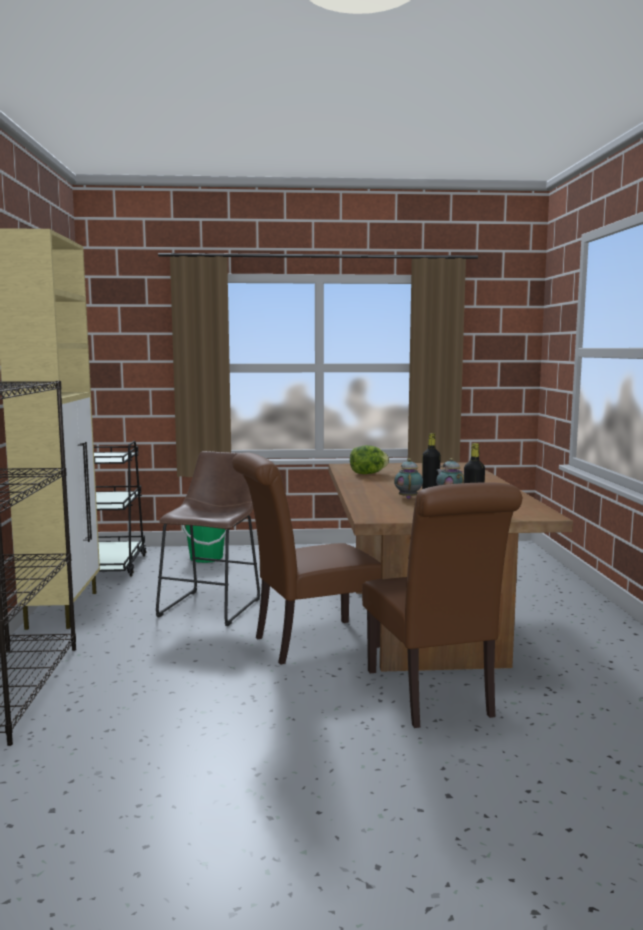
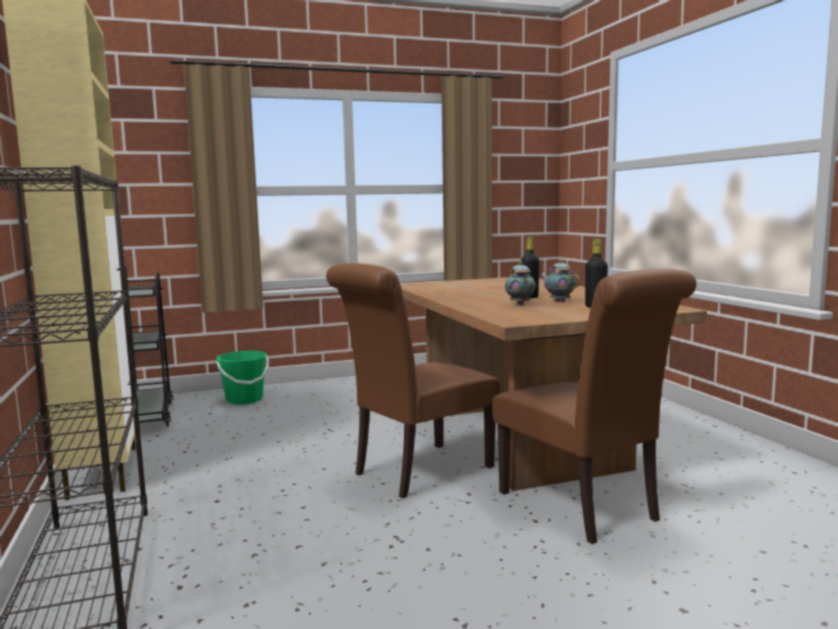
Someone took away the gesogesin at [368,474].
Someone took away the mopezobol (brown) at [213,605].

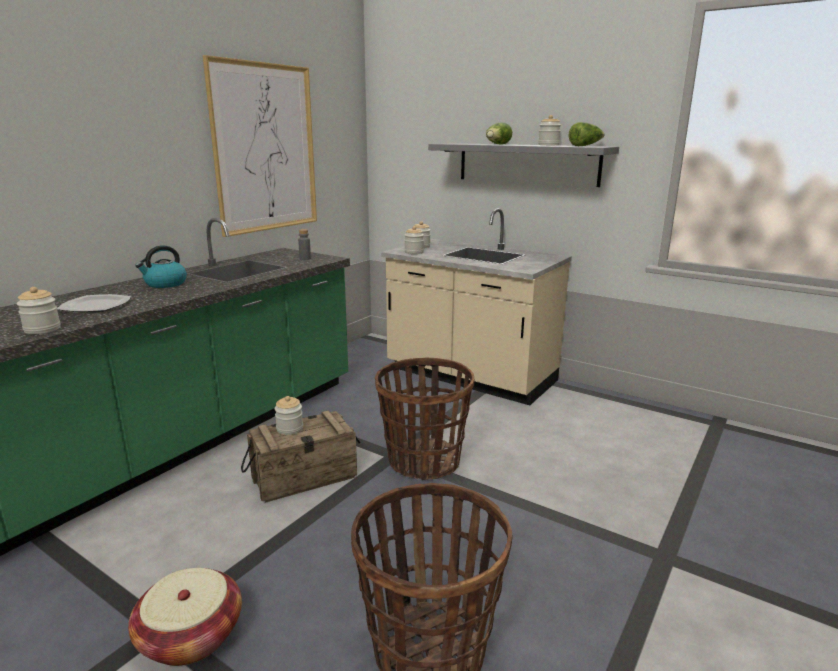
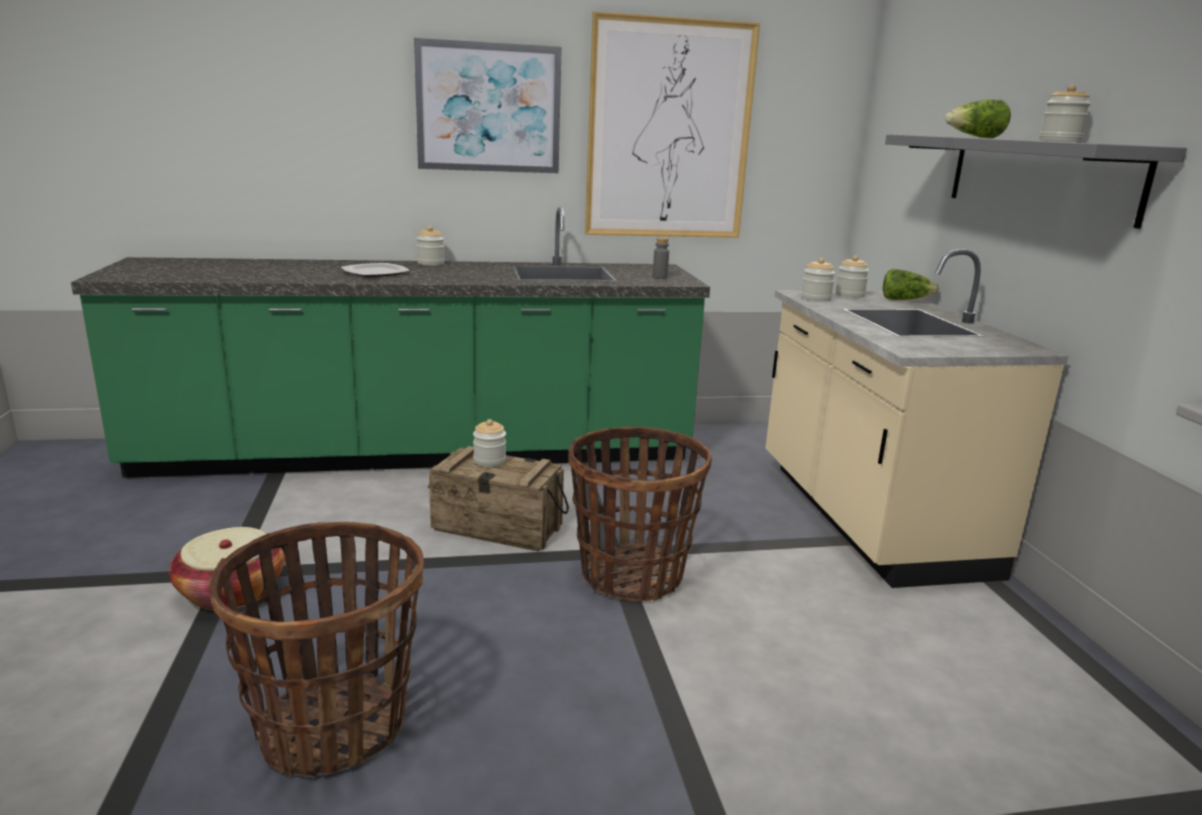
Someone carried the gesogesin from [585,146] to [905,300].
Someone took away the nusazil at [165,284].
Someone carried the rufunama from [42,329] to [430,263].
Someone put up the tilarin at [488,108].

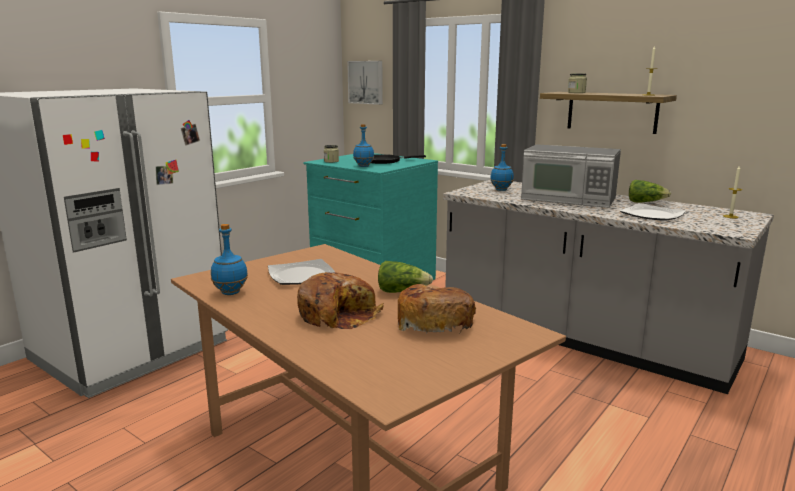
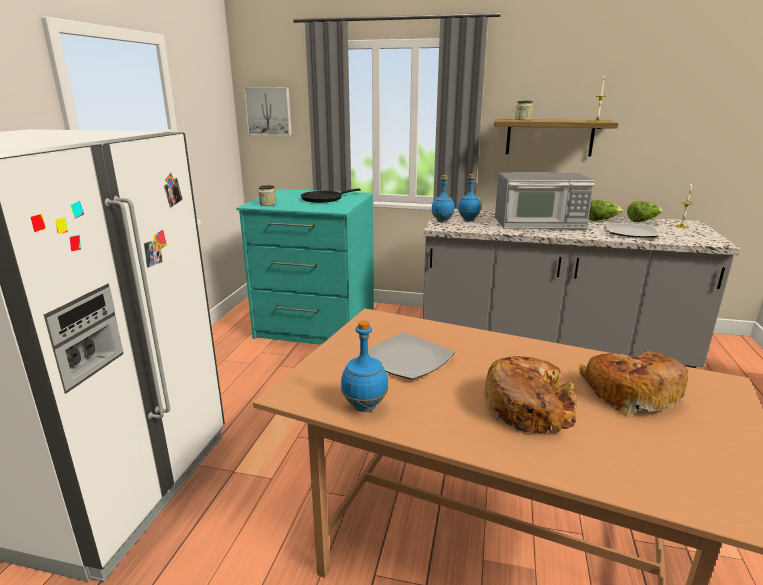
Someone carried the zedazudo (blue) from [363,166] to [442,221].
Someone carried the gesogesin from [402,291] to [642,220].

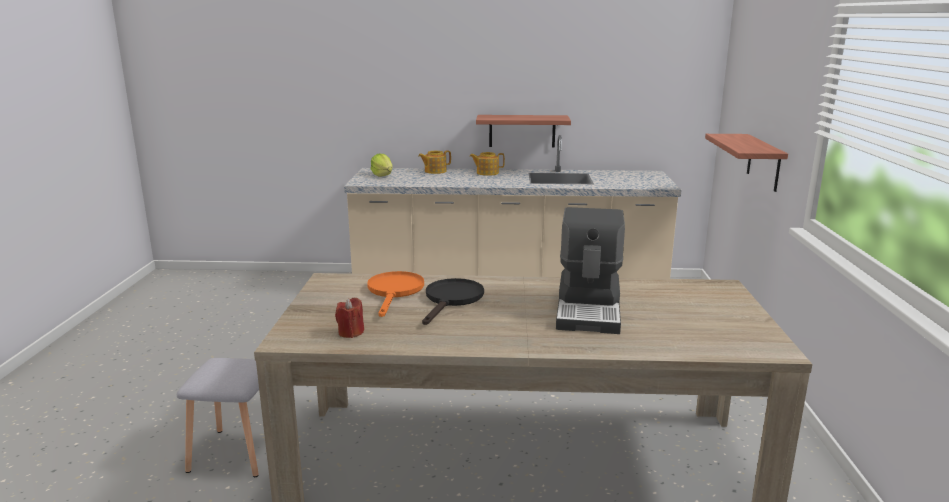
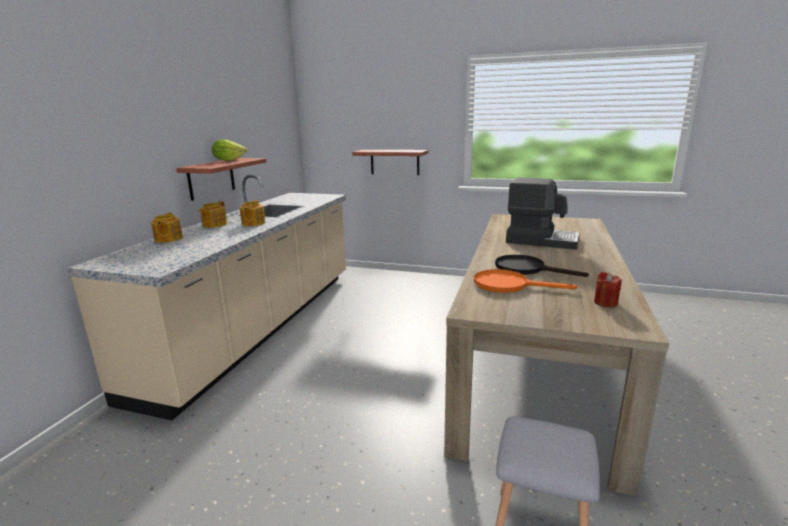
Someone carried the gesogesin from [382,175] to [228,160].
Someone put down the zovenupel at [253,223].

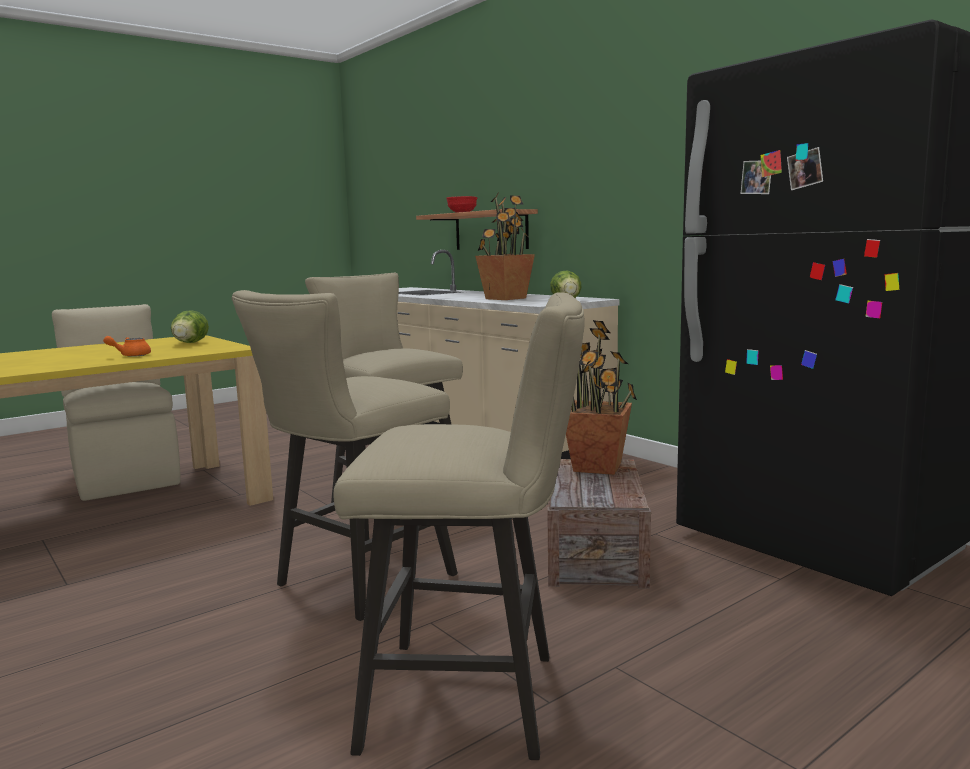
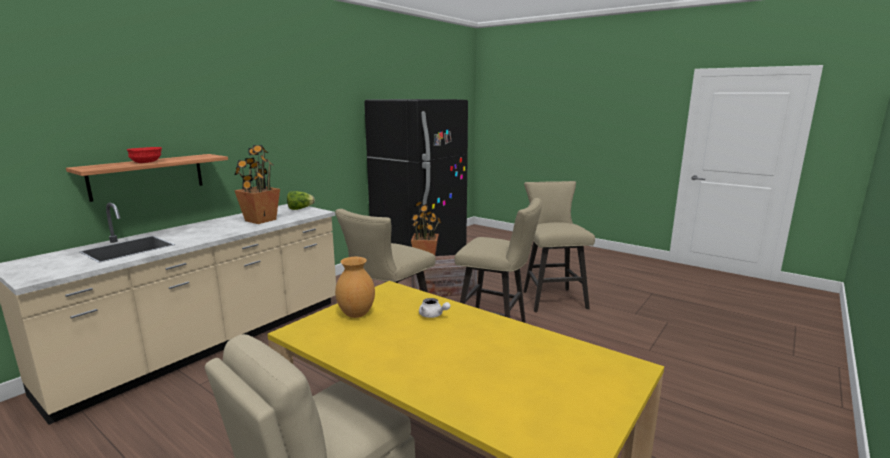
Someone swapped the gesogesin at [189,343] for the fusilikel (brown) at [356,314].
Someone repainted the zovenupel (orange) at [131,355], which became the zovenupel (white) at [433,315].

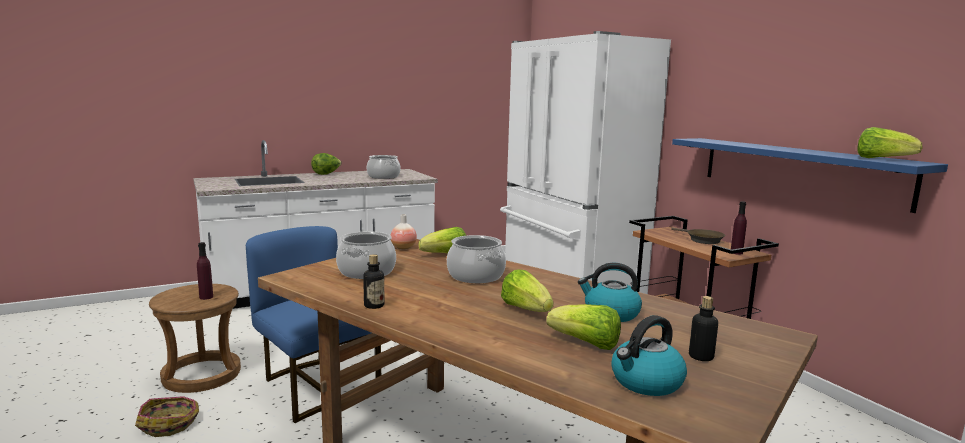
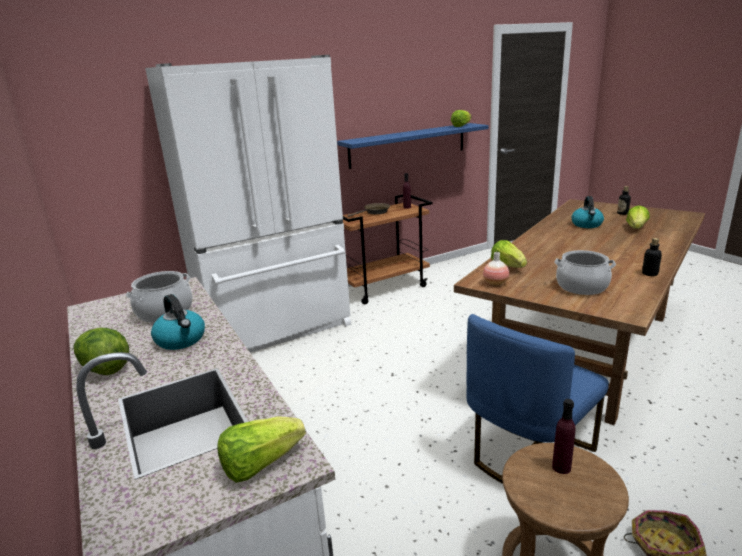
Someone took away the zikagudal at [475,276].
Someone carried the gesogesin from [526,309] to [260,464].
Someone carried the nusazil from [646,382] to [181,340].

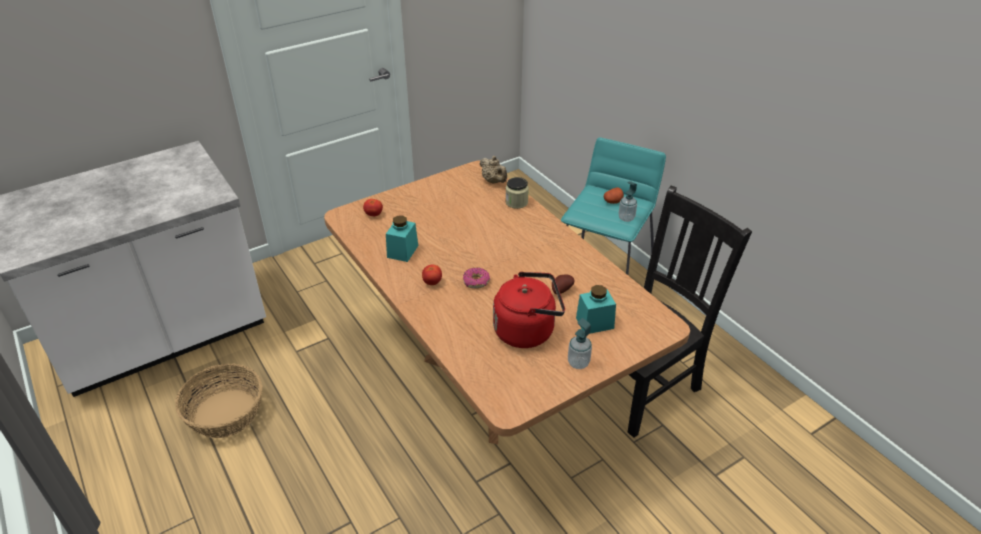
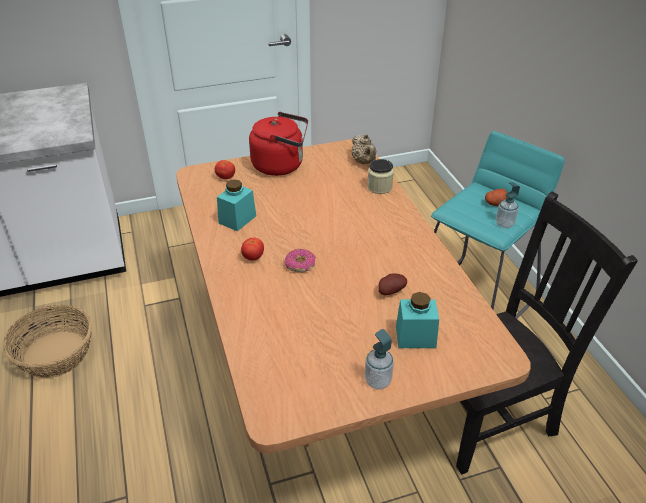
Someone carried the nusazil (red) from [527,330] to [281,165].

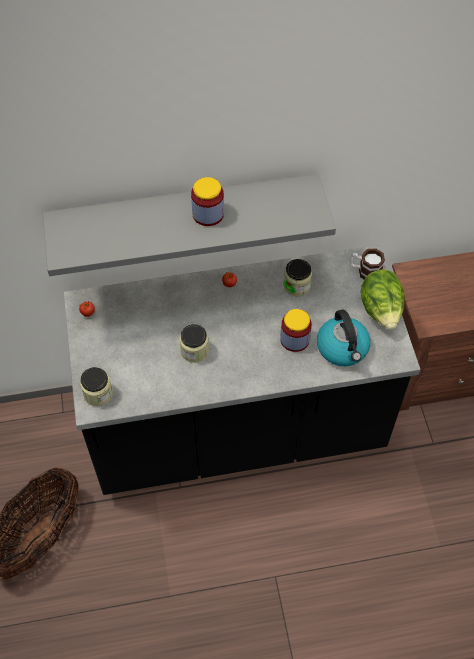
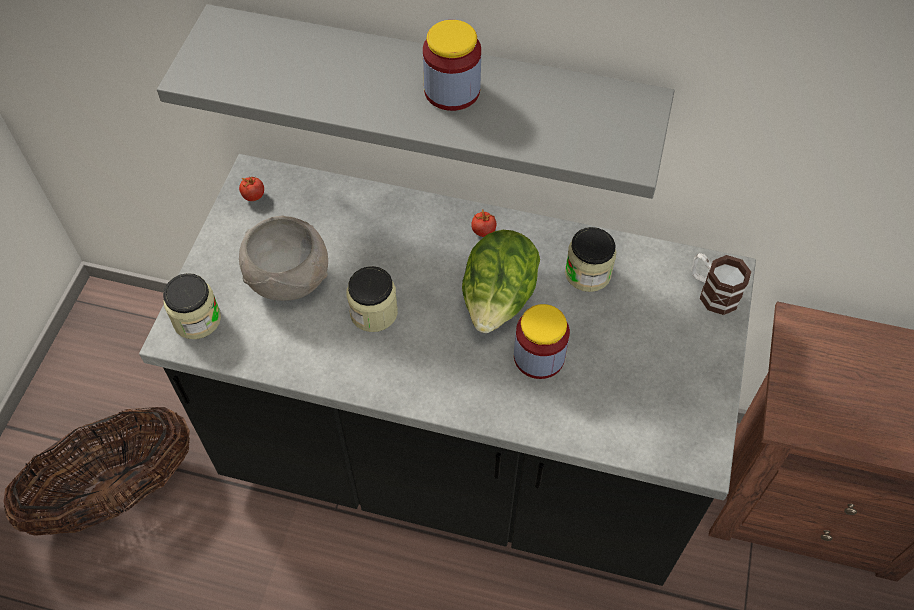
Someone carried the gesogesin from [381,311] to [498,300].
Someone took away the nusazil at [343,348].
Someone put down the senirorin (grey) at [287,278].

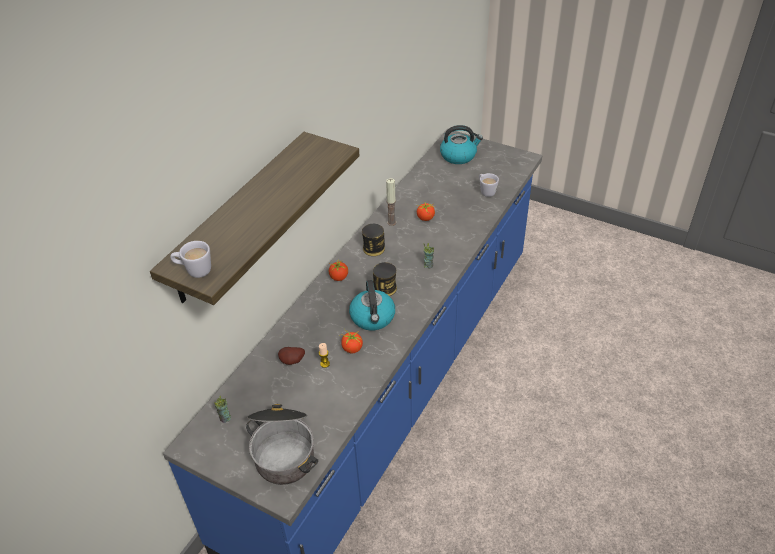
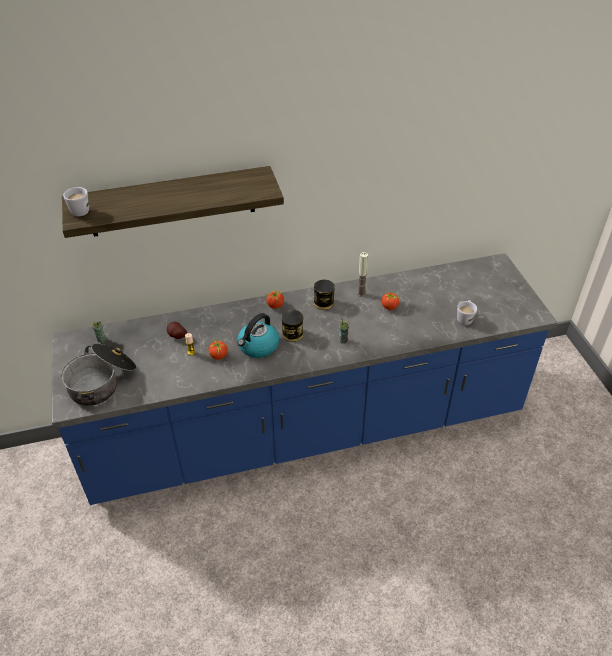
Someone took away the nusazil at [459,155].

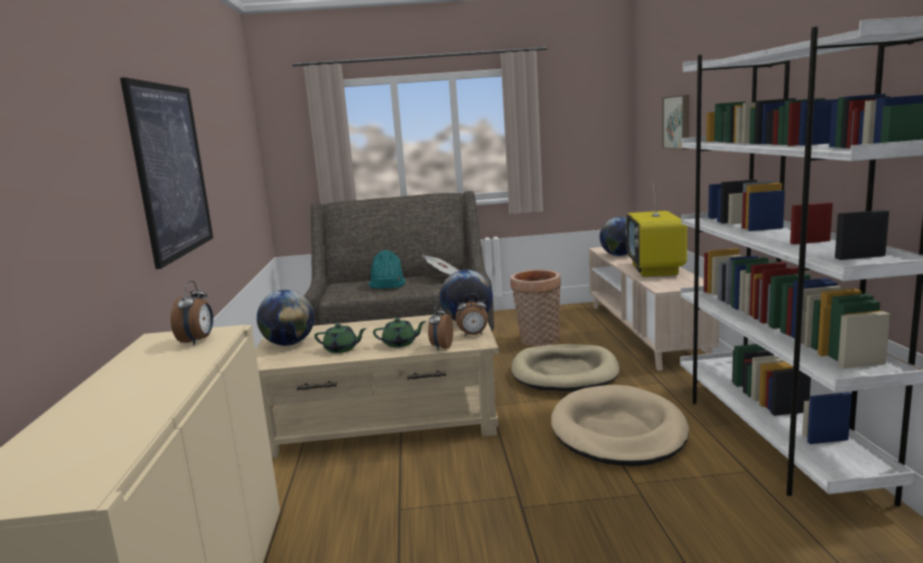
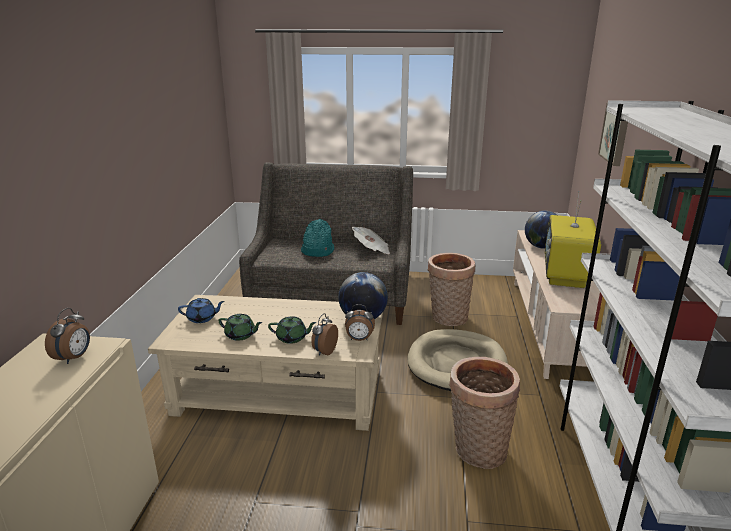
Someone took away the tilarin at [171,170].
Someone swapped the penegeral at [289,344] for the zovenupel (blue) at [202,318].
Someone swapped the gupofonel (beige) at [618,431] for the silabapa at [477,450].

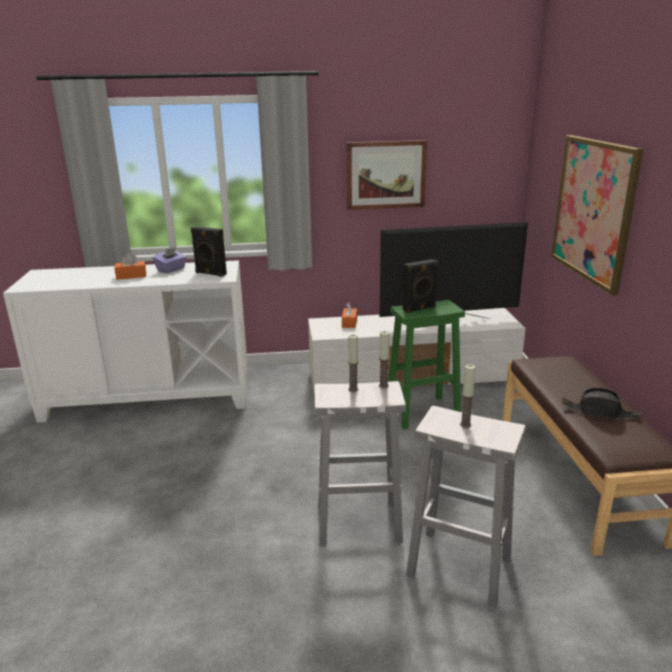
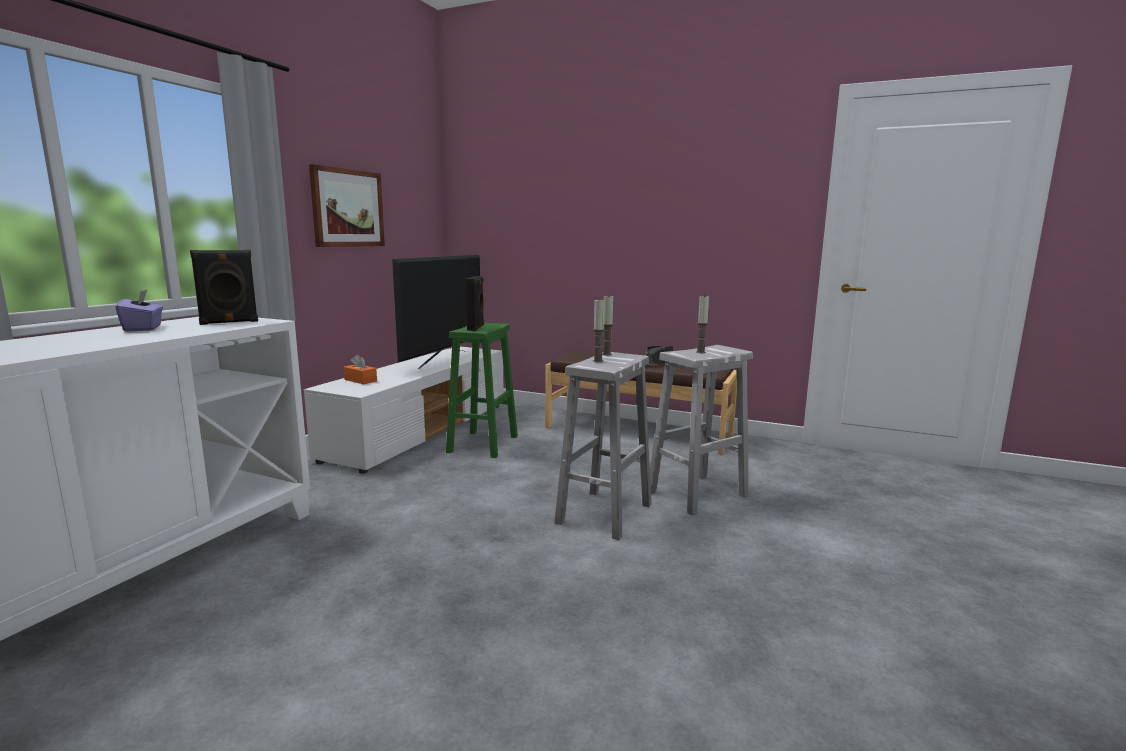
Someone took away the tilarin at [593,210].
Someone took away the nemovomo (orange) at [131,276].

